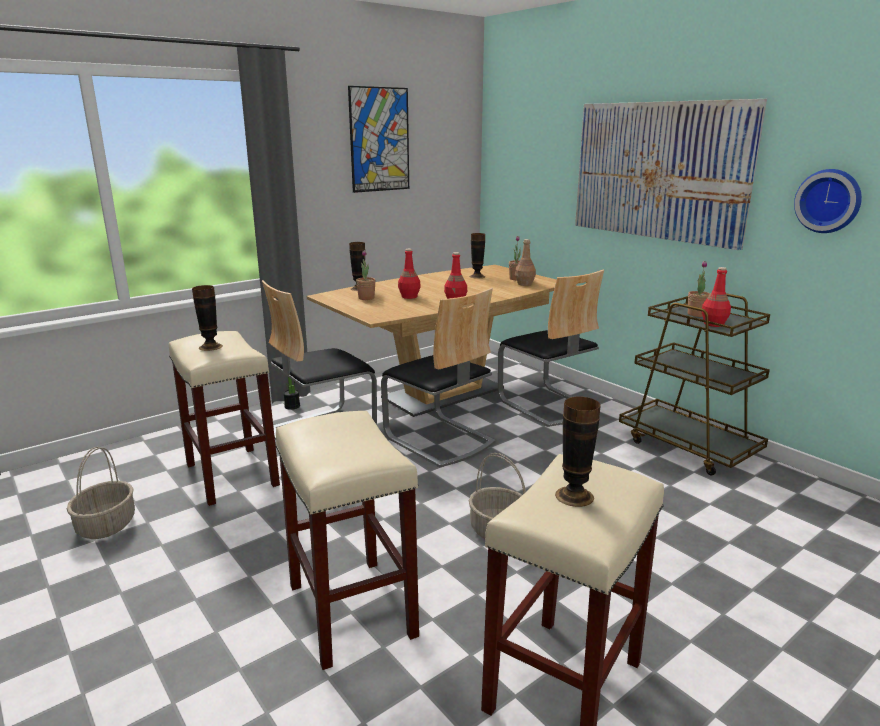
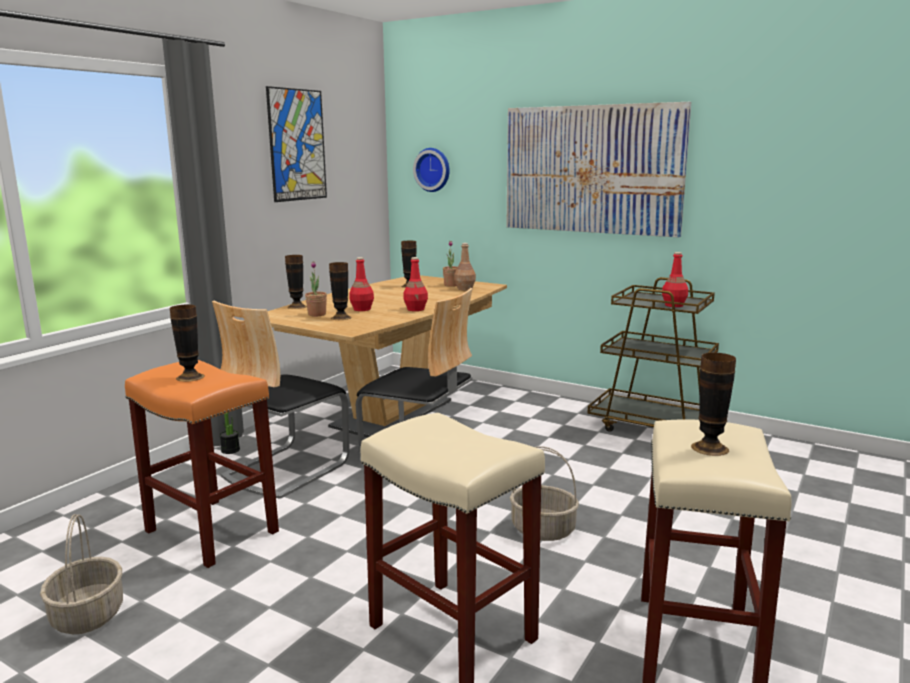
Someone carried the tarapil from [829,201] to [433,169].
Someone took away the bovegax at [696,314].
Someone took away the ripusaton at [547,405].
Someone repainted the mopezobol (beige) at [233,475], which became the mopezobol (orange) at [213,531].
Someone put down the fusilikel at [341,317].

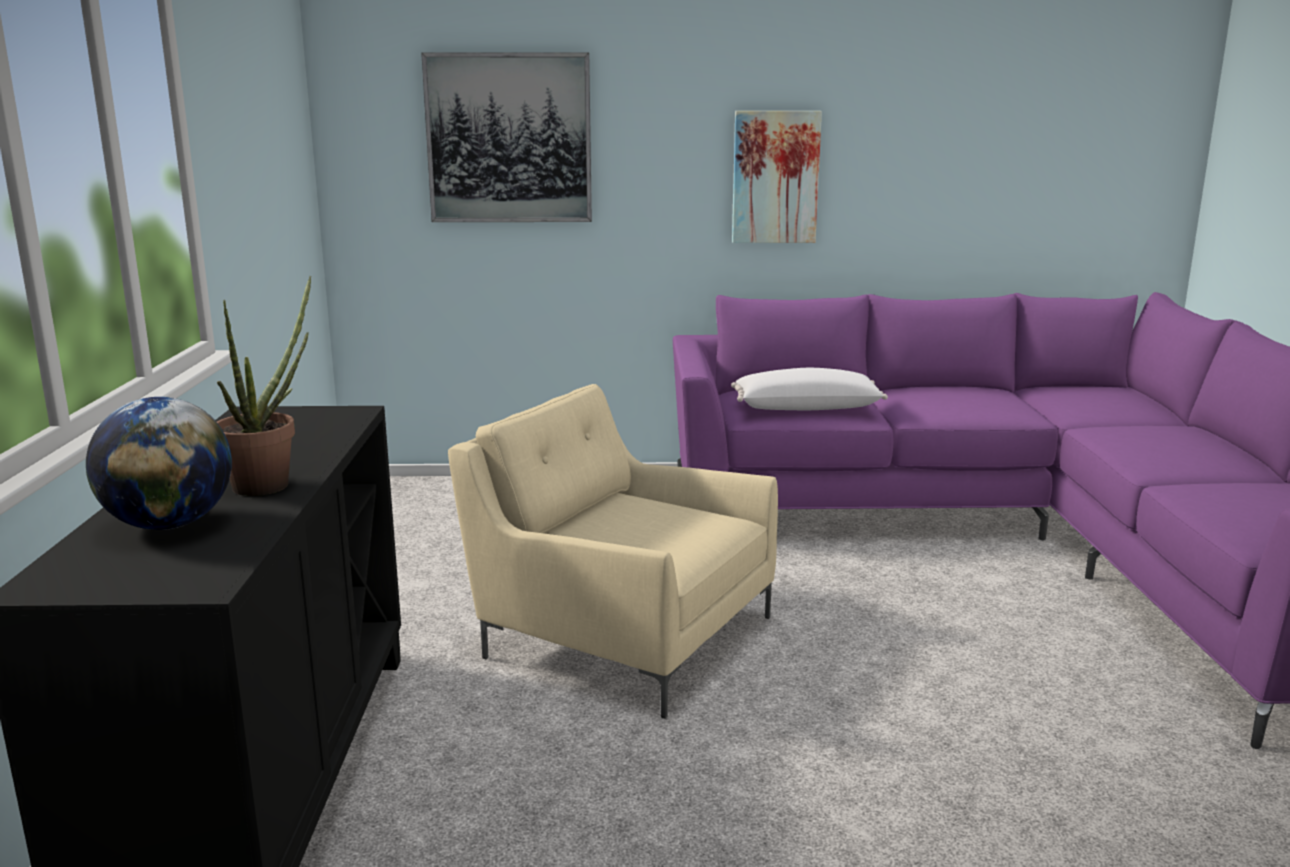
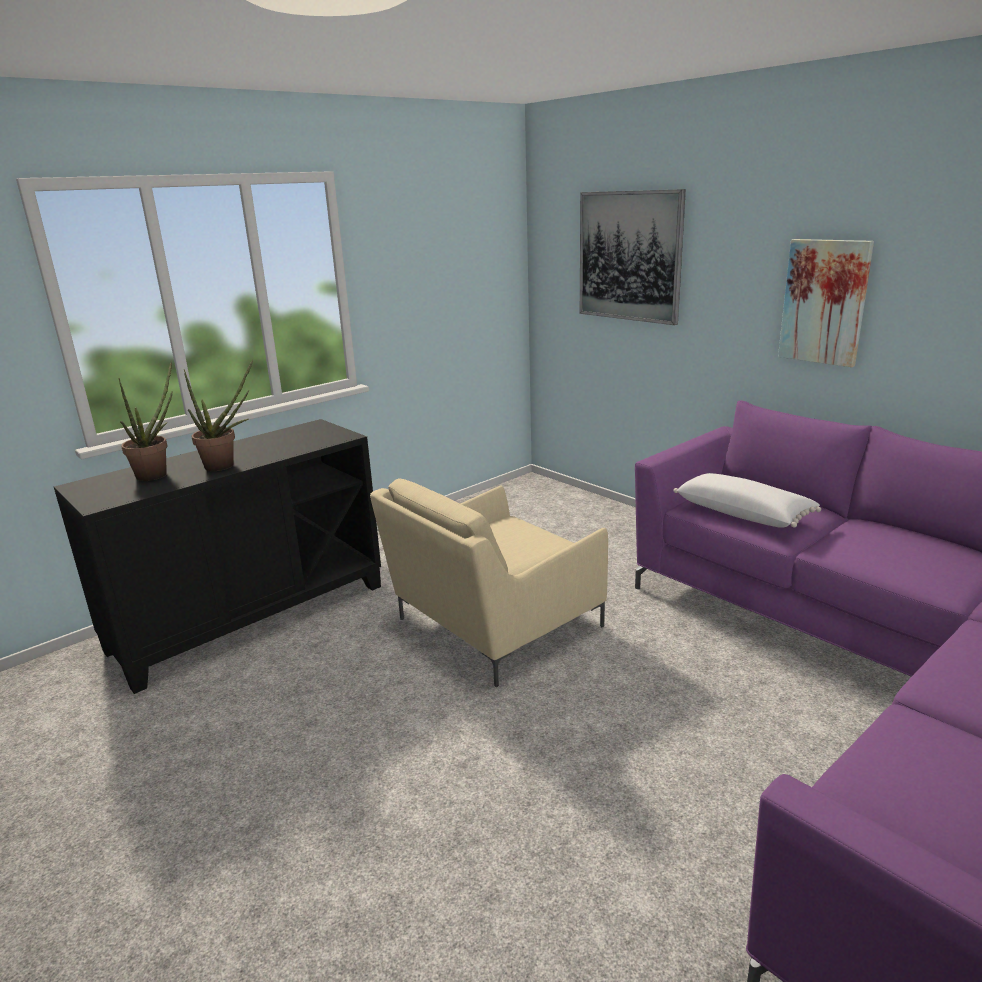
Someone rotated the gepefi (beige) at [621,633] by 120 degrees counterclockwise.
Someone swapped the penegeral at [169,524] for the bovegax at [157,473].

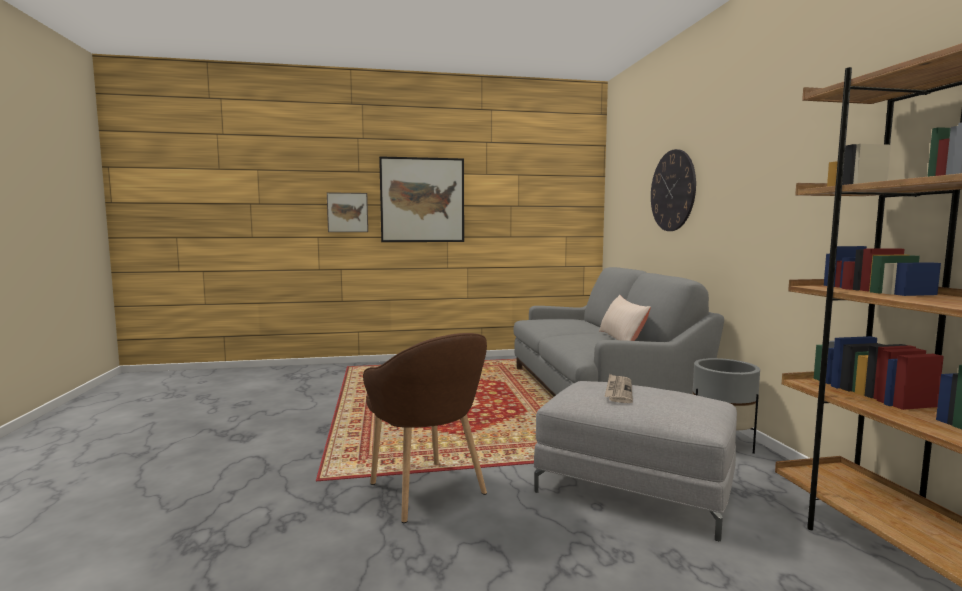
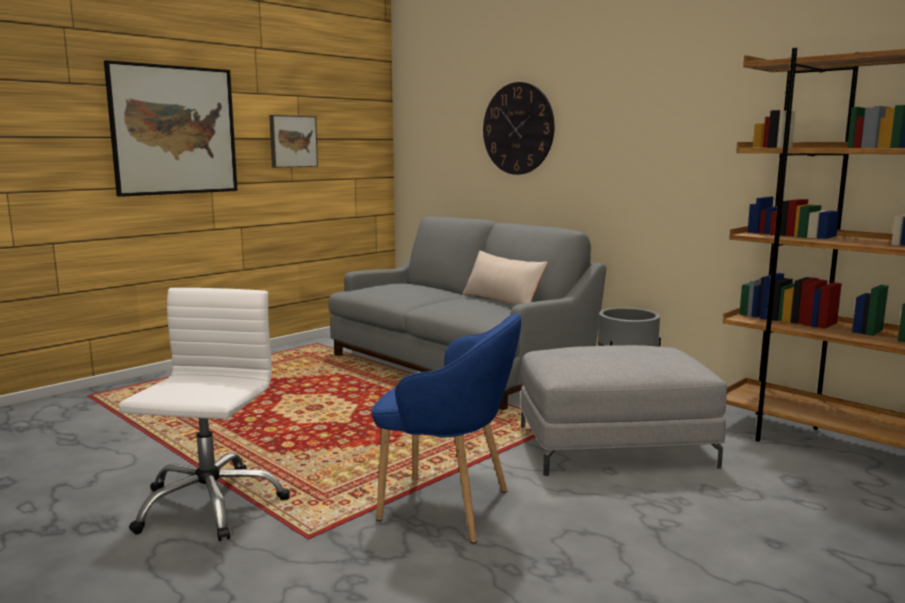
Someone carried the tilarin from [347,212] to [292,141].
Someone repainted the gepefi (brown) at [427,491], which became the gepefi (blue) at [448,508].
Someone took away the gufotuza at [618,390].
Someone put down the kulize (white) at [209,504].

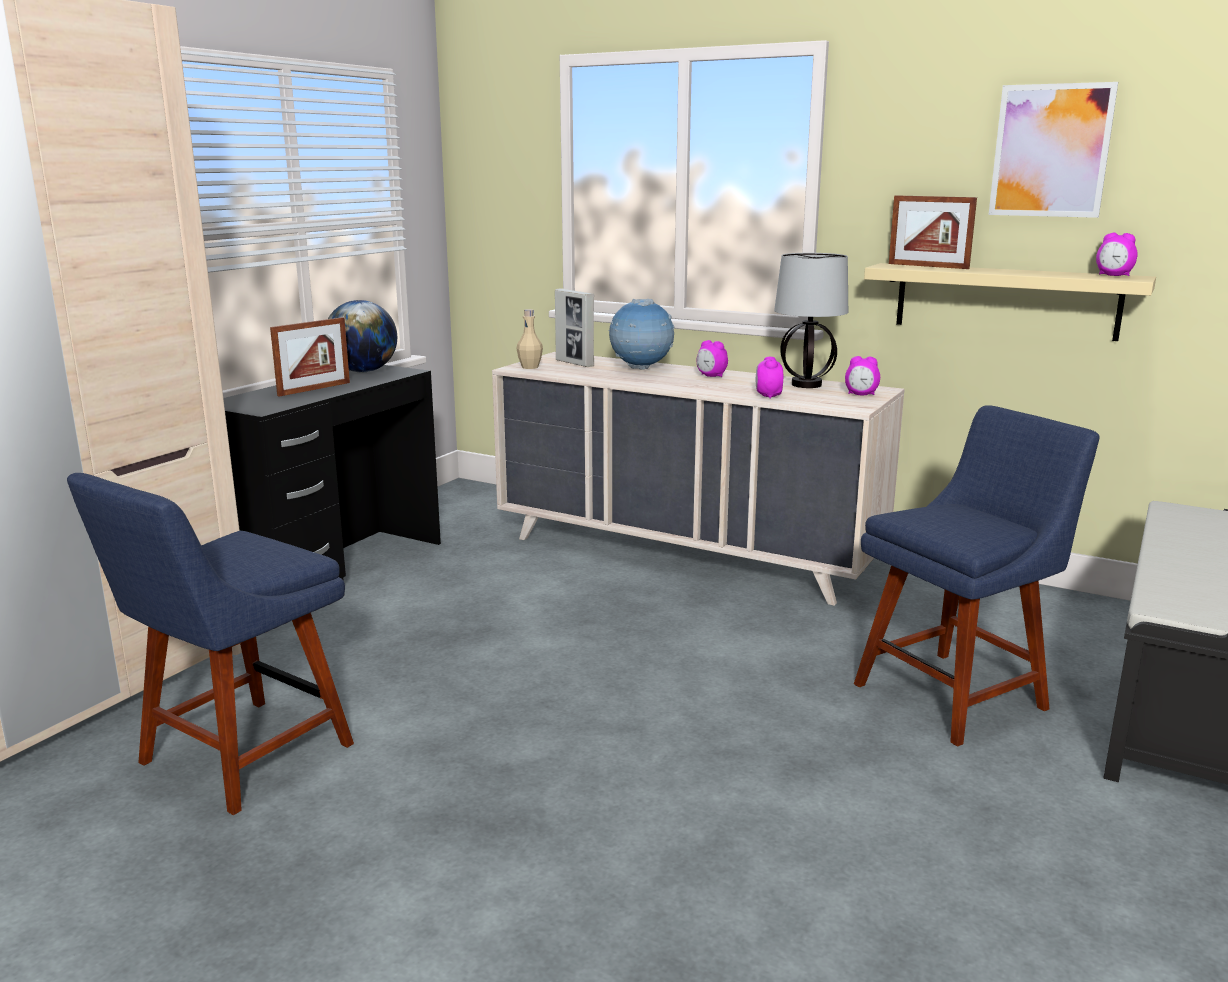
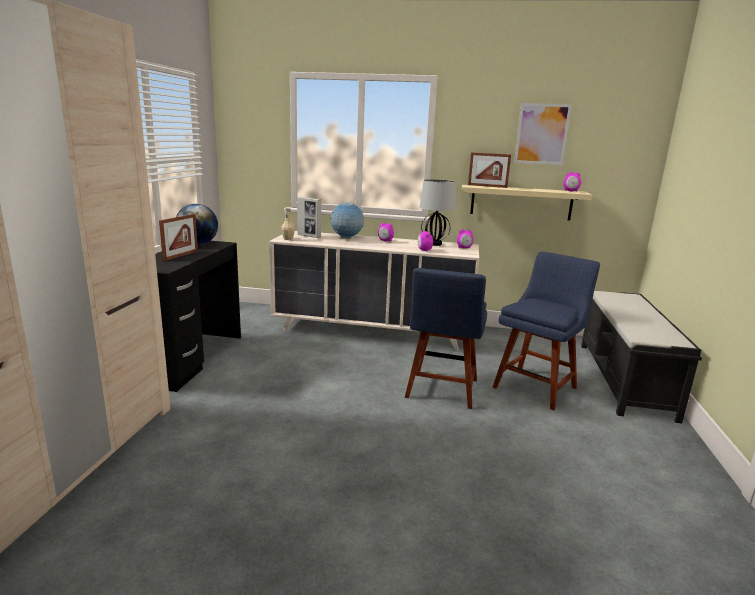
Someone carried the ripusaton (blue) from [238,758] to [441,390].

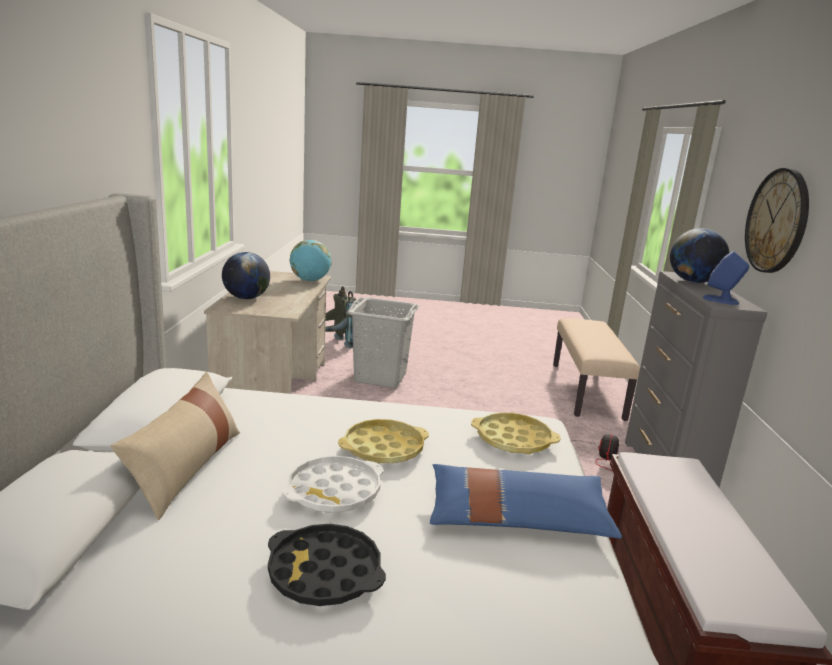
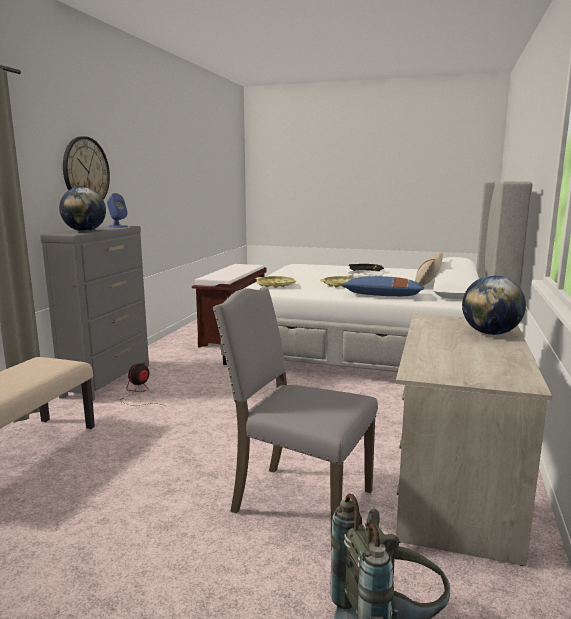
Someone took away the penegeral at [310,280].
Someone swapped the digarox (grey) at [380,378] for the ripusaton (grey) at [298,502].
Someone carried the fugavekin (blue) from [517,517] to [383,296].

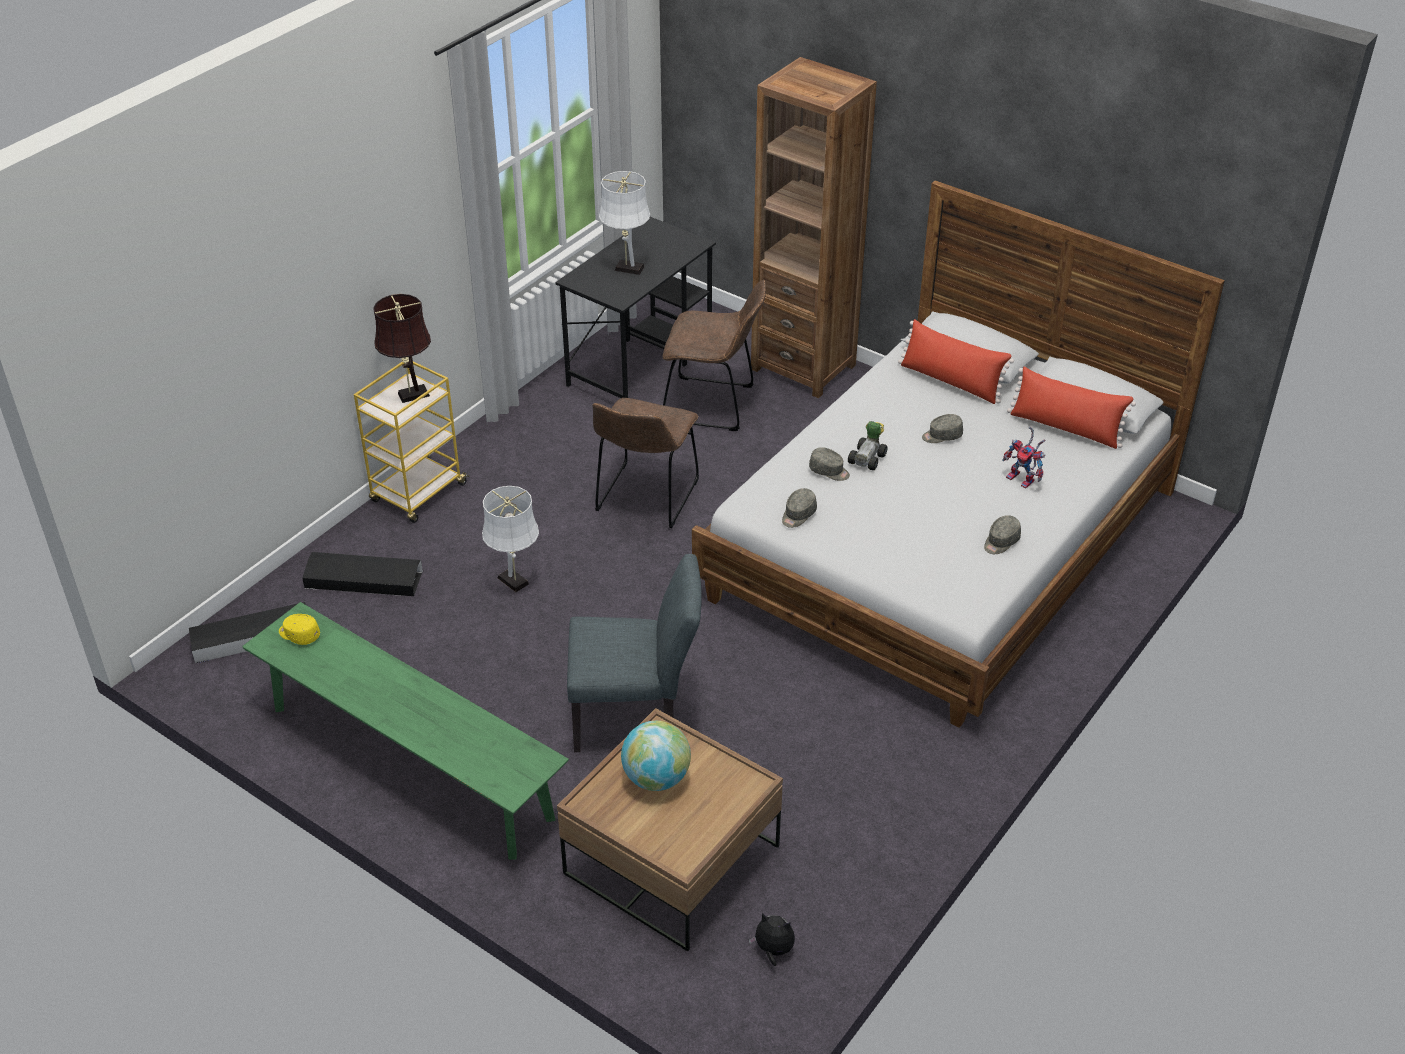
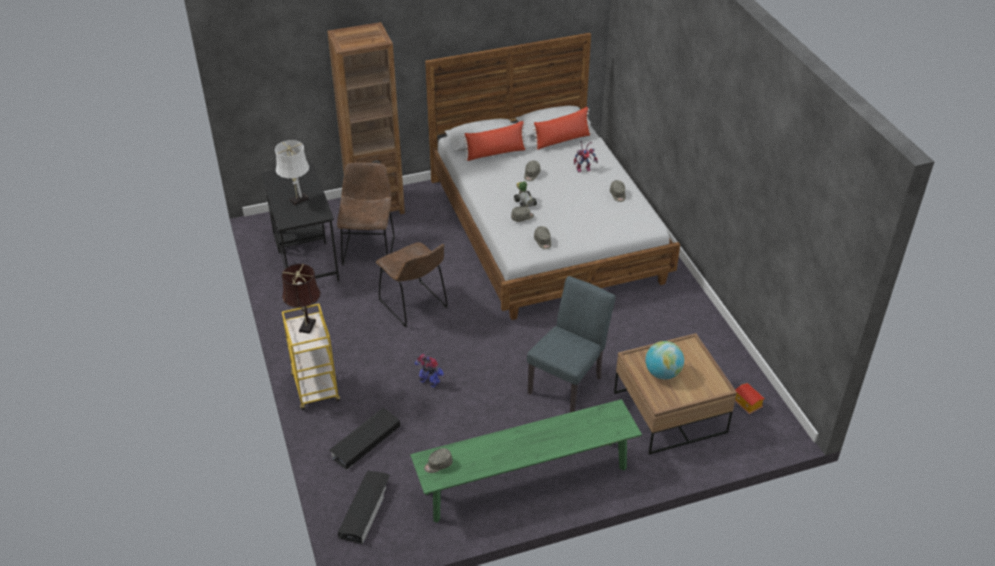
Someone rotated the ripusaton (brown) at [714,405] by 45 degrees counterclockwise.
Someone swapped the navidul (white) at [515,582] for the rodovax at [429,382].
Someone repainted the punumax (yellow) at [299,635], which became the punumax (grey) at [438,465].
Someone swapped the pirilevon at [773,950] for the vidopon at [746,404].

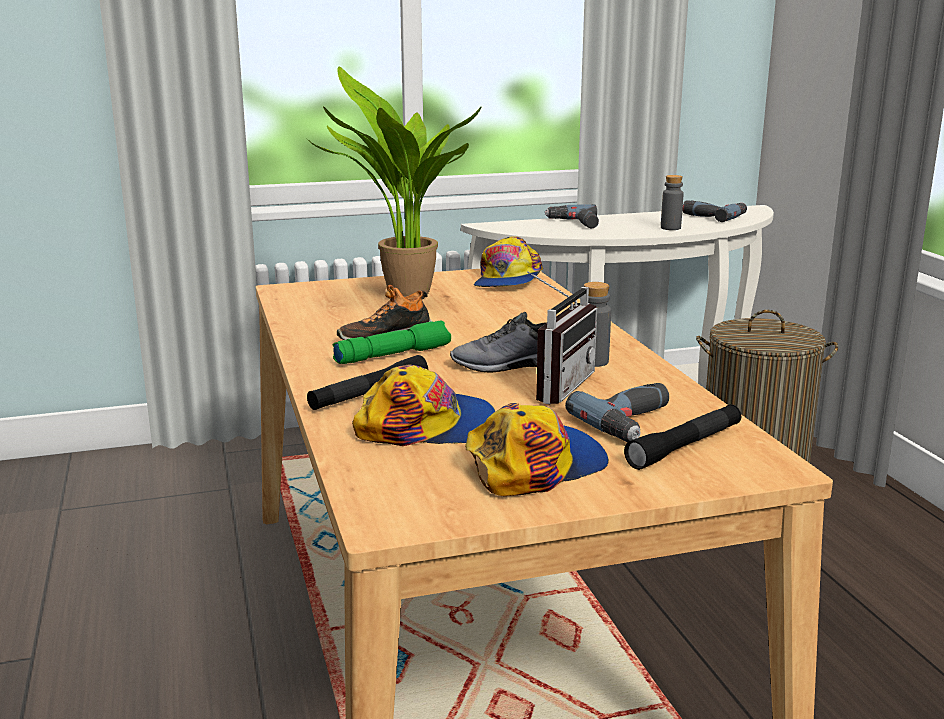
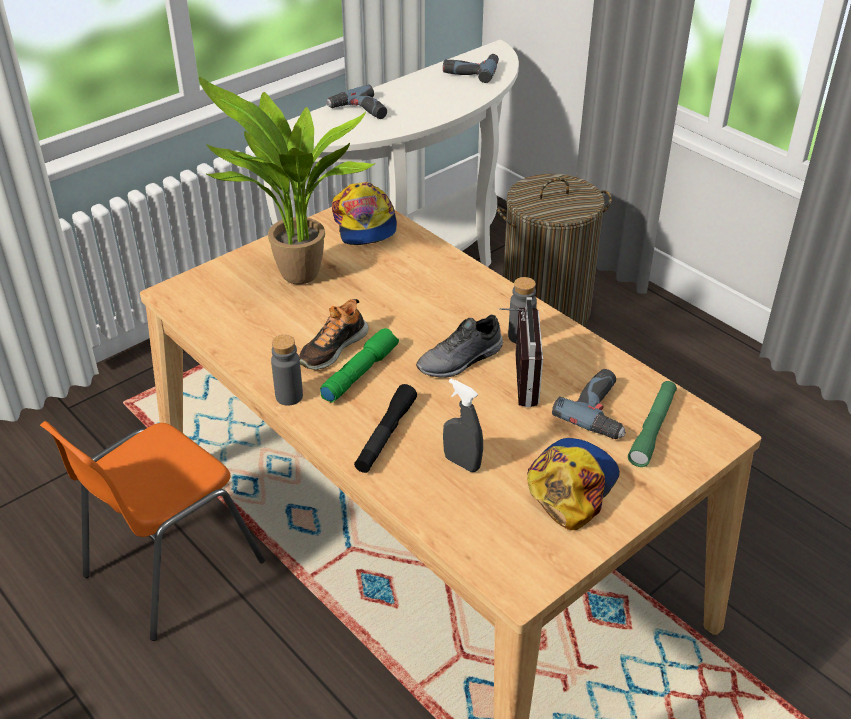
Someone carried the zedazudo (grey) from [670,228] to [289,396].
Someone swapped the punumax at [427,426] for the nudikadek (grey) at [462,463].
Someone repainted the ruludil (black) at [685,446], which became the ruludil (green) at [652,429].
Someone put down the ripusaton (orange) at [169,570].

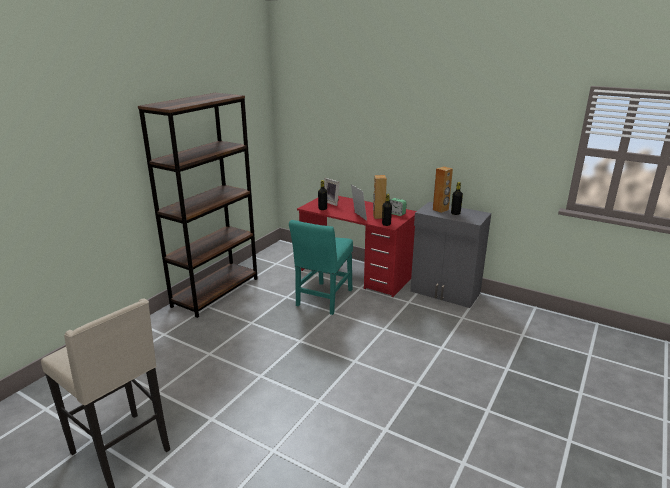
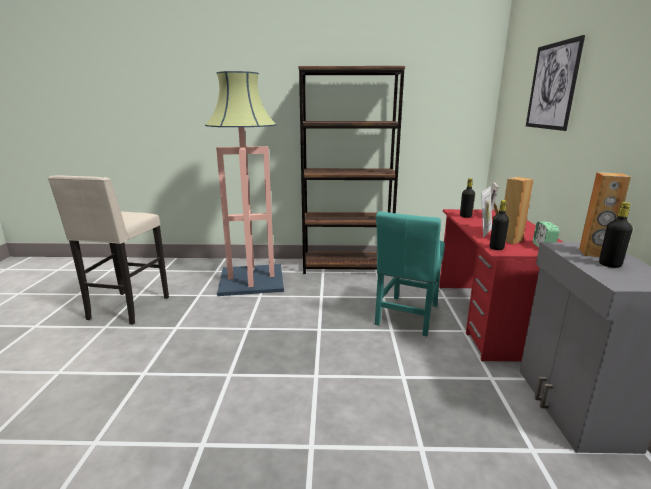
Someone rotated the ripusaton (turquoise) at [323,299] by 60 degrees counterclockwise.
Someone put up the tilarin at [552,86].
Someone put down the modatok at [251,280].

